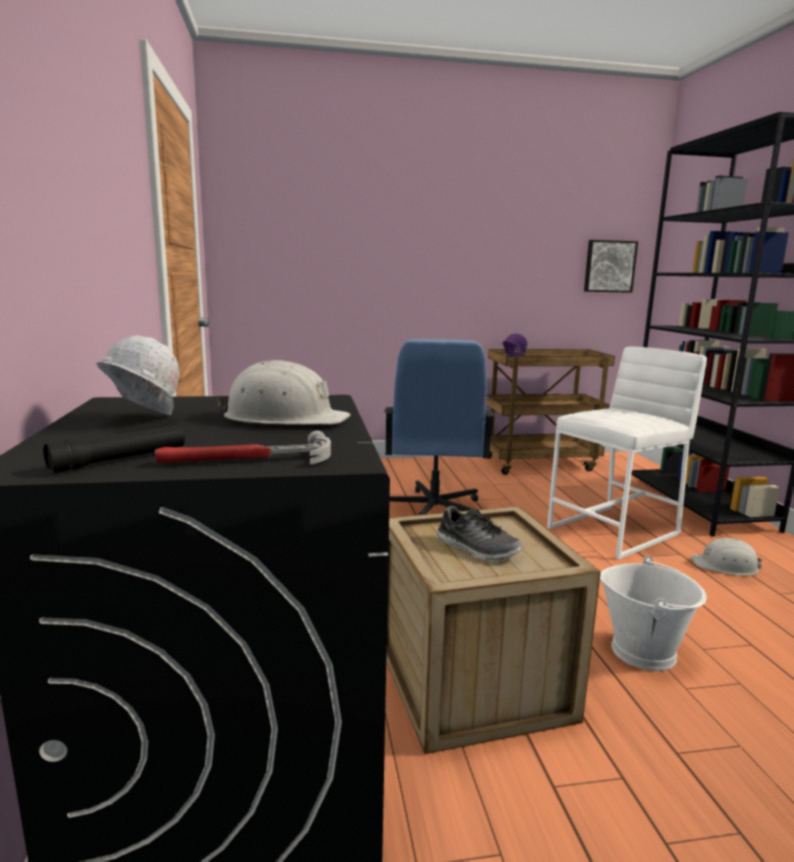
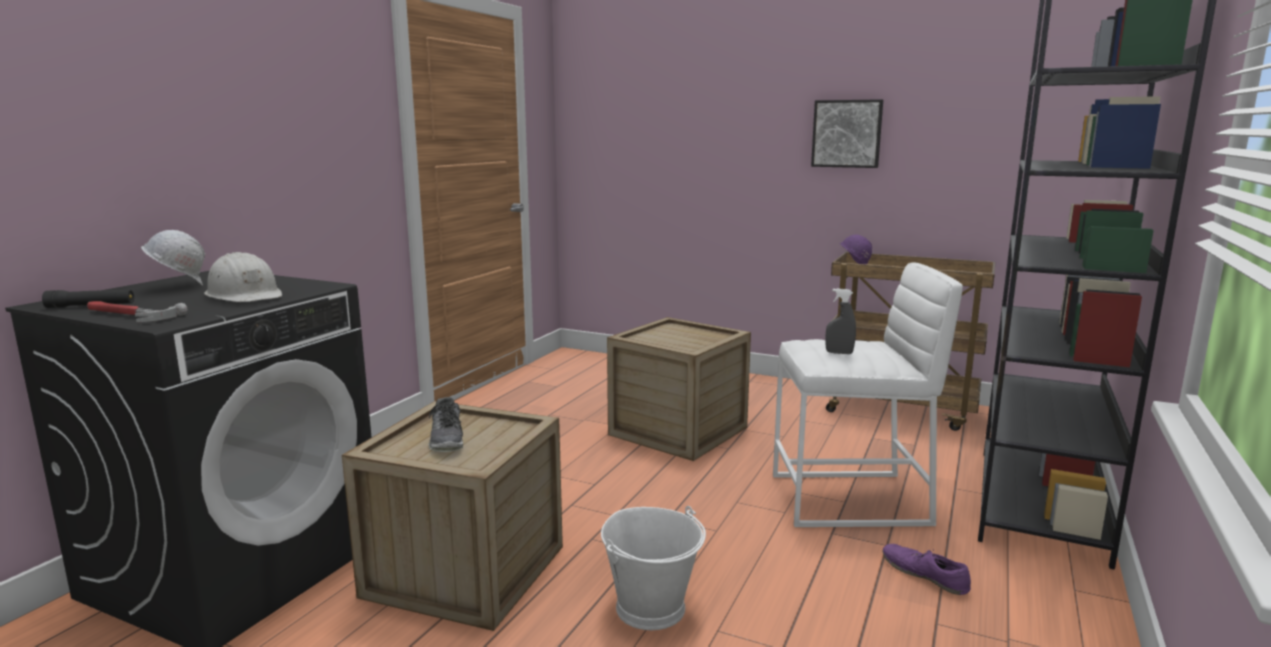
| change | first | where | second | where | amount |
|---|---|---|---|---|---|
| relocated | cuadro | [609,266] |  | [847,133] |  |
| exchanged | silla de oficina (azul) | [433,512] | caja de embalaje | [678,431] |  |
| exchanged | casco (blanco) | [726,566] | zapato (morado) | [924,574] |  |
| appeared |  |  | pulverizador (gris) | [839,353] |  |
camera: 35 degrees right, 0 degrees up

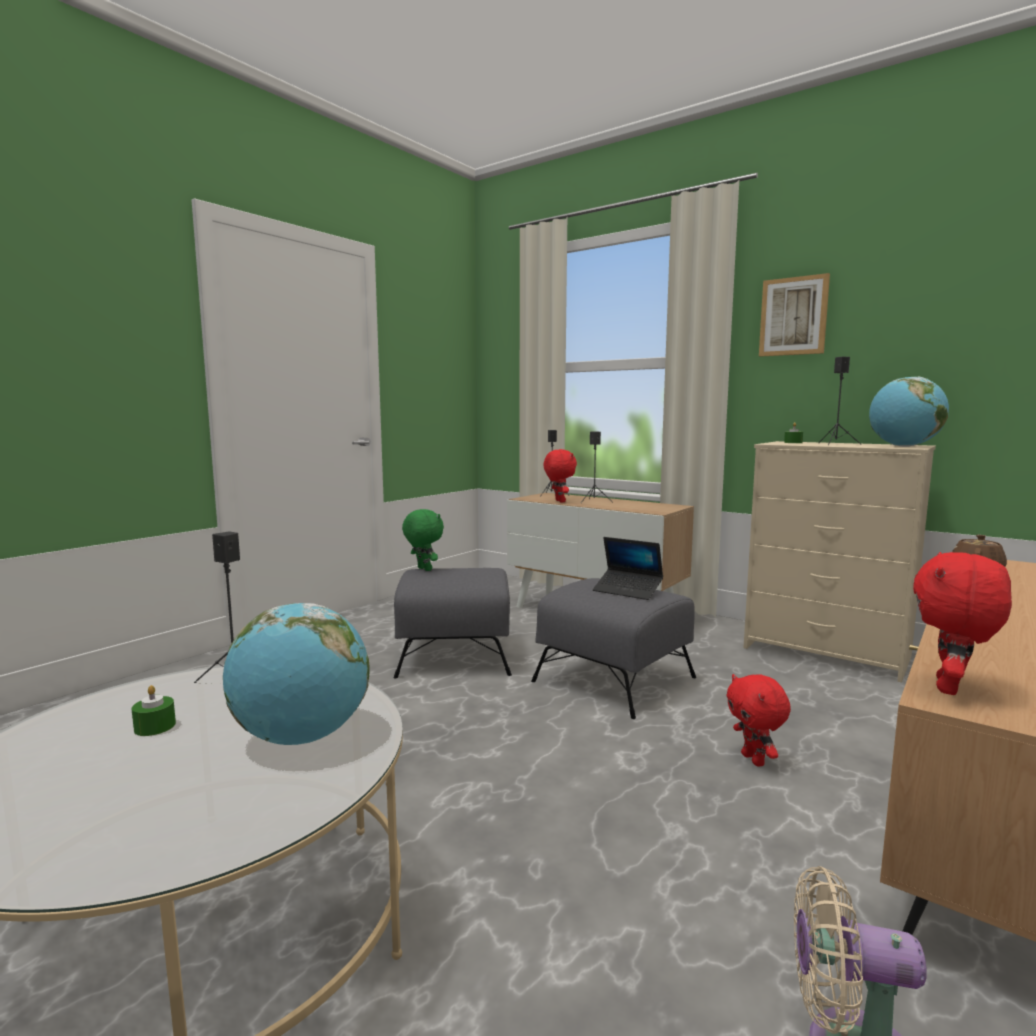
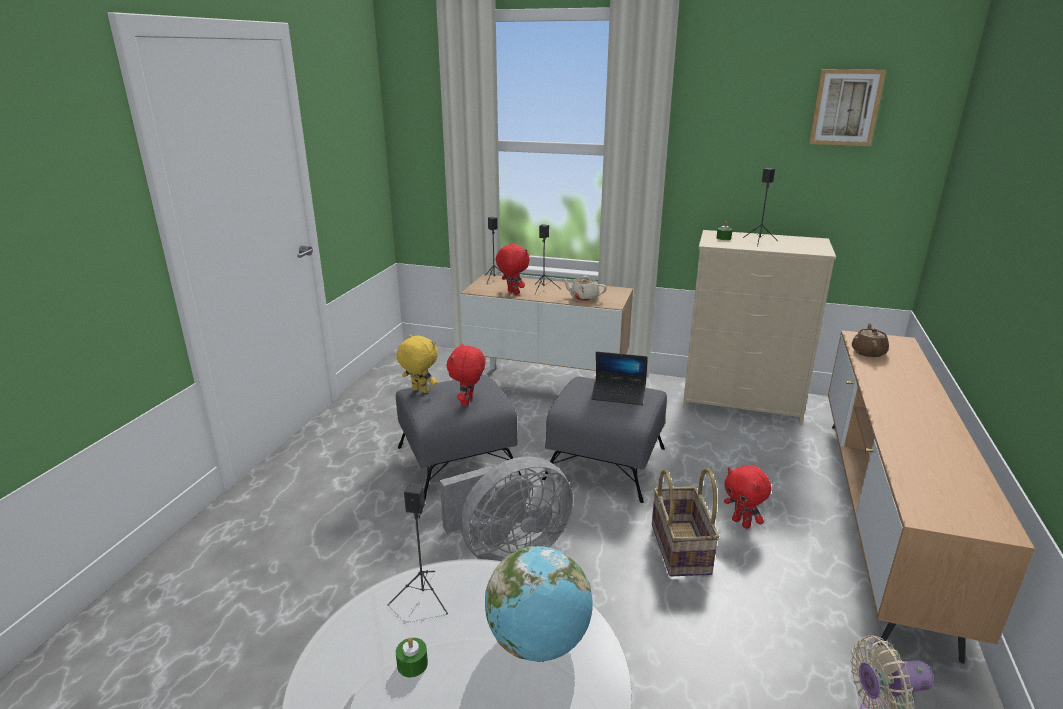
| change | first | where | second | where | amount |
|---|---|---|---|---|---|
| relocated | cuadro | [793,316] |  | [845,107] |  |
| missing | globo terráqueo | [904,446] |  |  |  |
| colour | peluche (verde) | [423,569] | peluche (amarillo) | [419,391] |  |
| relocated | peluche (rojo) | [951,688] |  | [468,402] |  |
| appeared |  |  | tetera (beis) | [583,298] |  |
| appeared |  |  | ventilador (gris) | [507,551] |  |
| appeared |  |  | cesta | [681,549] |  |
camera: 20 degrees left, 15 degrees up

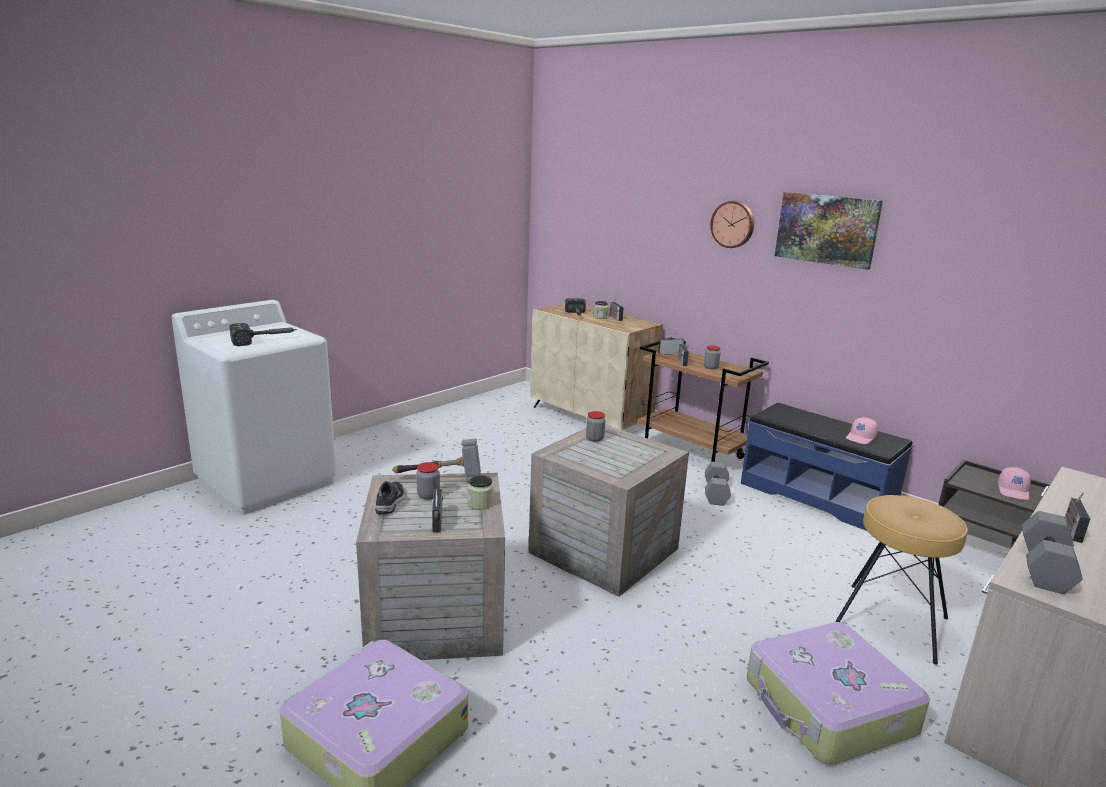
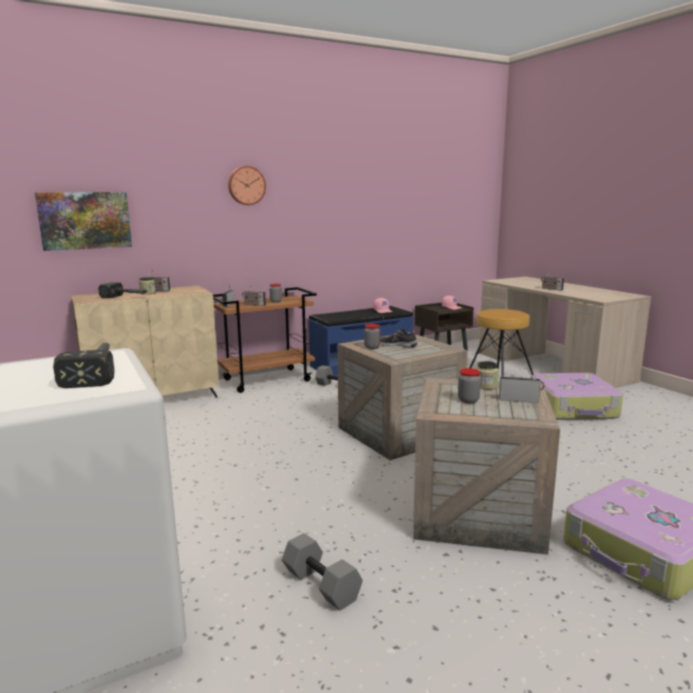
| change | first | where | second | where | amount |
|---|---|---|---|---|---|
| relocated | cuadro | [827,229] |  | [85,220] |  |
| missing | martillo | [441,480] |  |  |  |
| relocated | zapato | [390,502] |  | [397,345] |  |
| relocated | mancuerna (gris) | [1042,567] |  | [319,585] |  |
camera: 70 degrees left, 5 degrees down

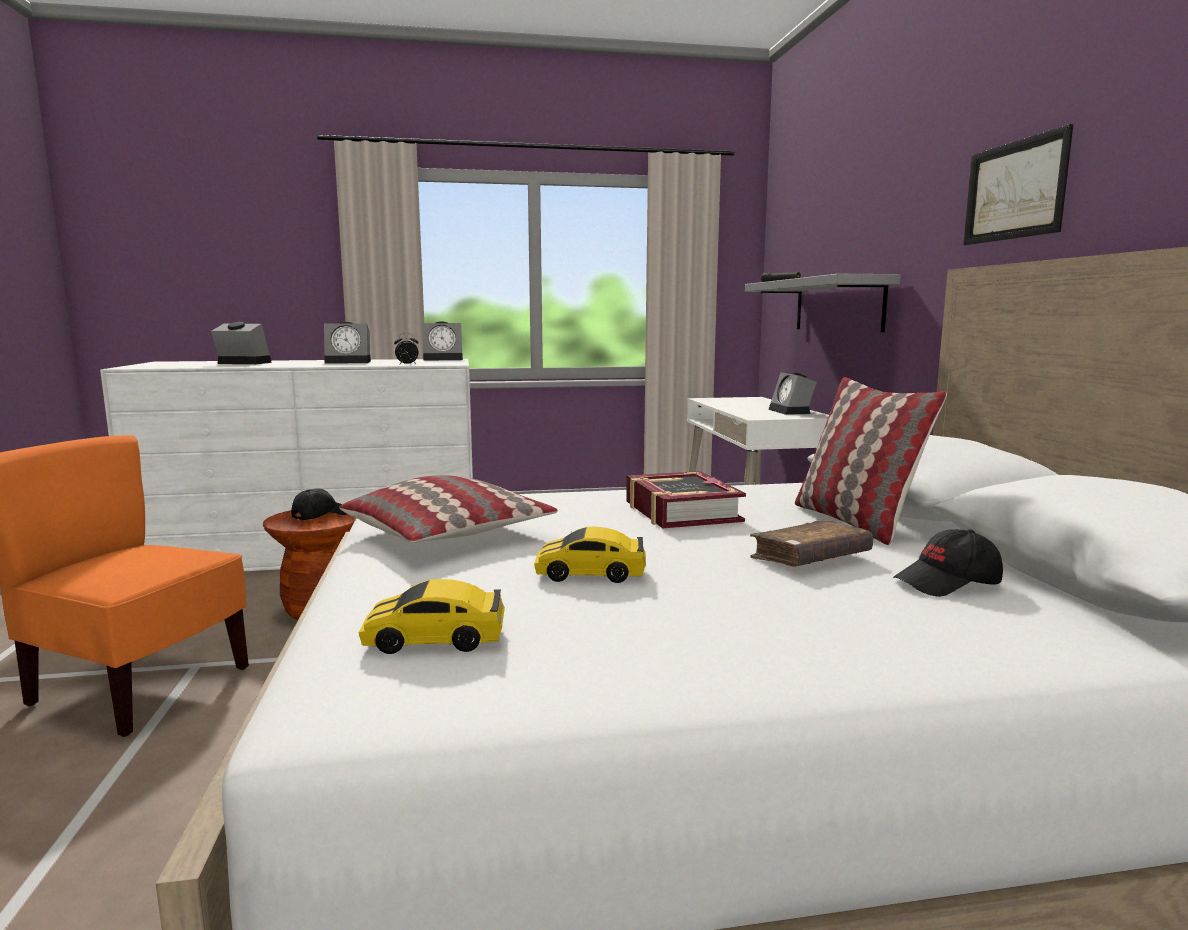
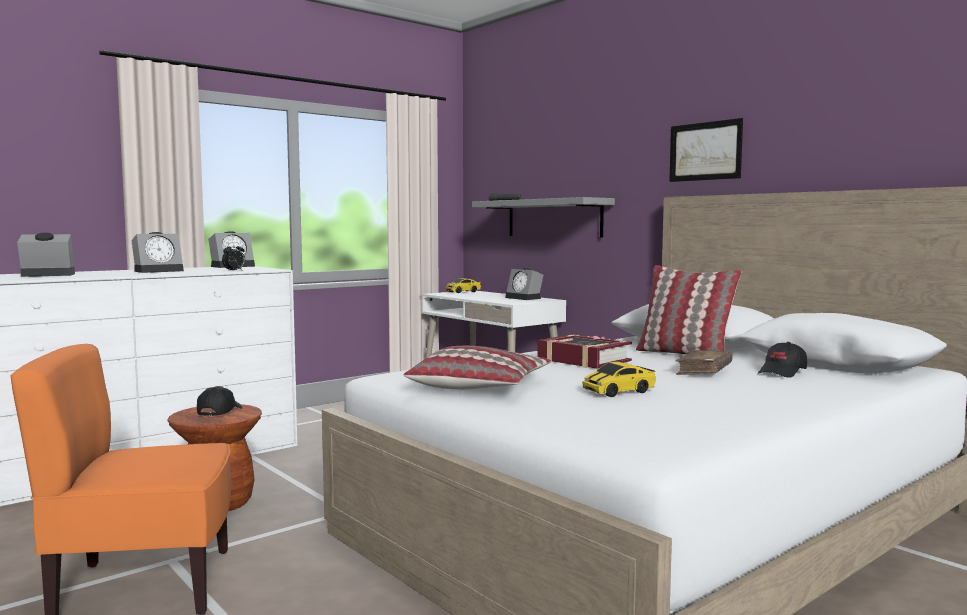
| change | first | where | second | where | amount |
|---|---|---|---|---|---|
| relocated | coche de juguete | [435,640] |  | [463,292] |  |
camera: 30 degrees left, 5 degrees down

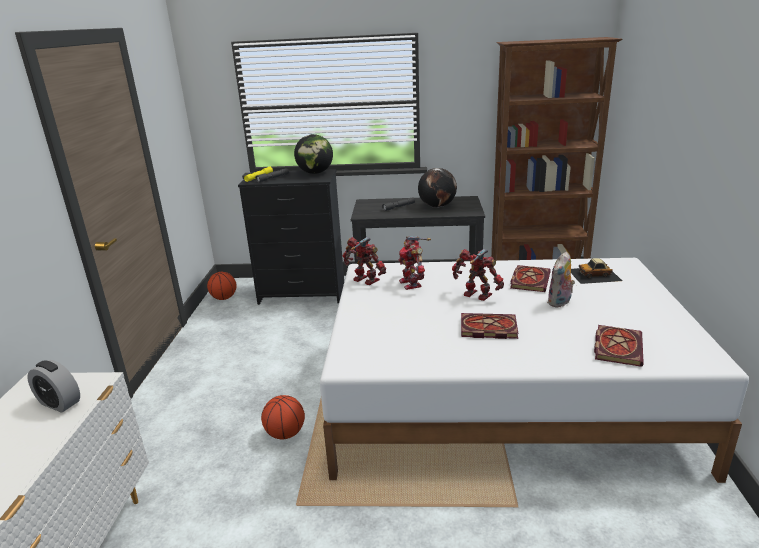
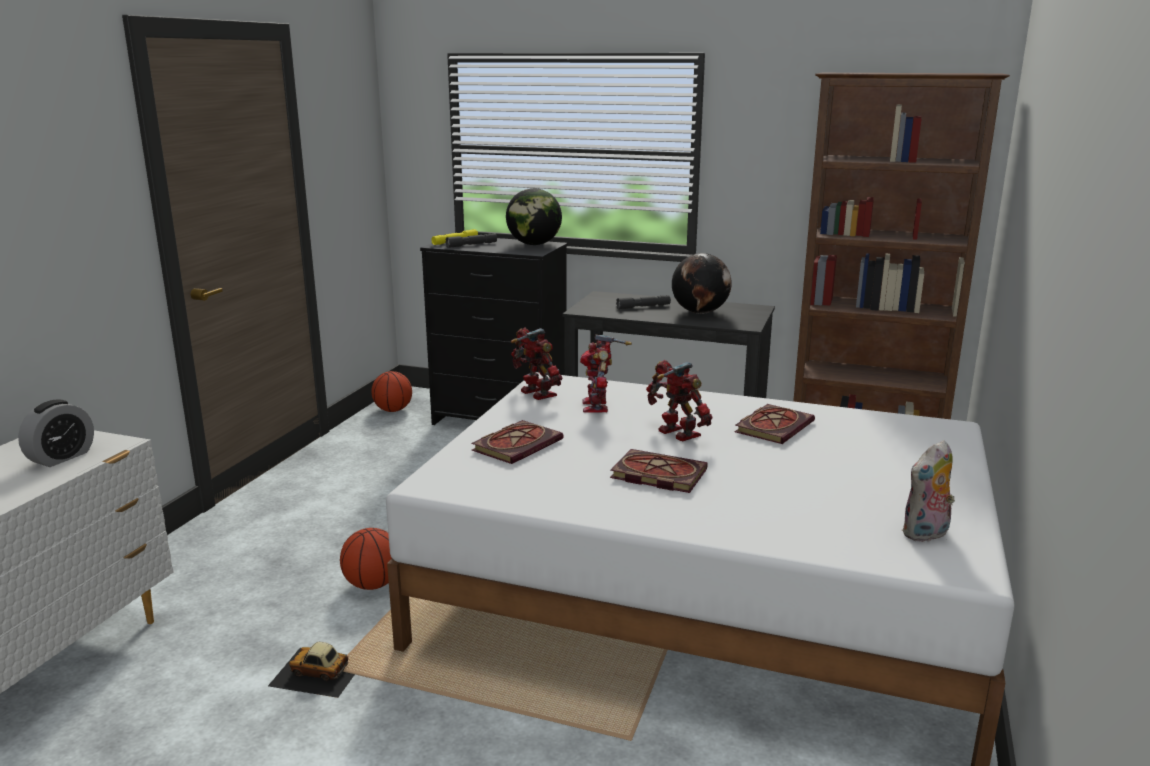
| change | first | where | second | where | amount |
|---|---|---|---|---|---|
| relocated | peluche | [560,303] |  | [926,534] |  |
| relocated | coche de juguete | [594,275] |  | [318,672] |  |
| relocated | libro | [617,346] |  | [517,444] |  |
| spun | despertador | [59,403] |  | [61,457] | 105 degrees counterclockwise |
camera: 15 degrees right, 5 degrees down

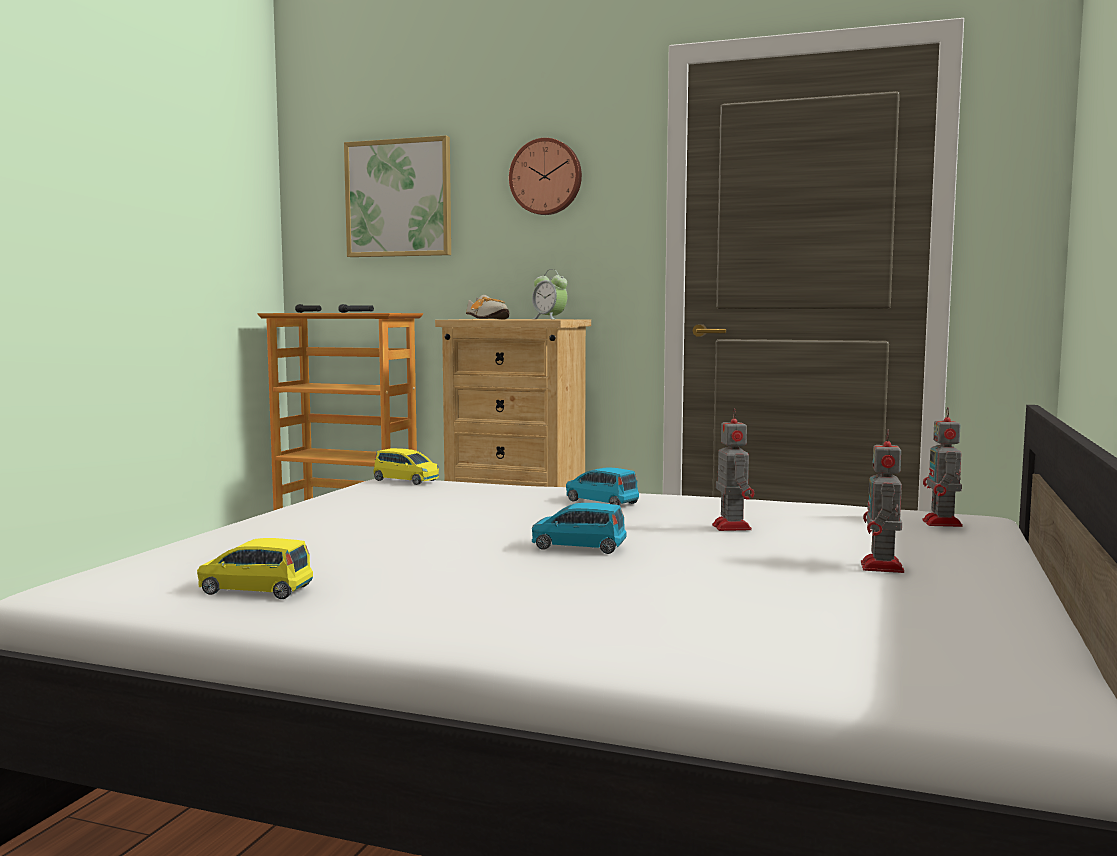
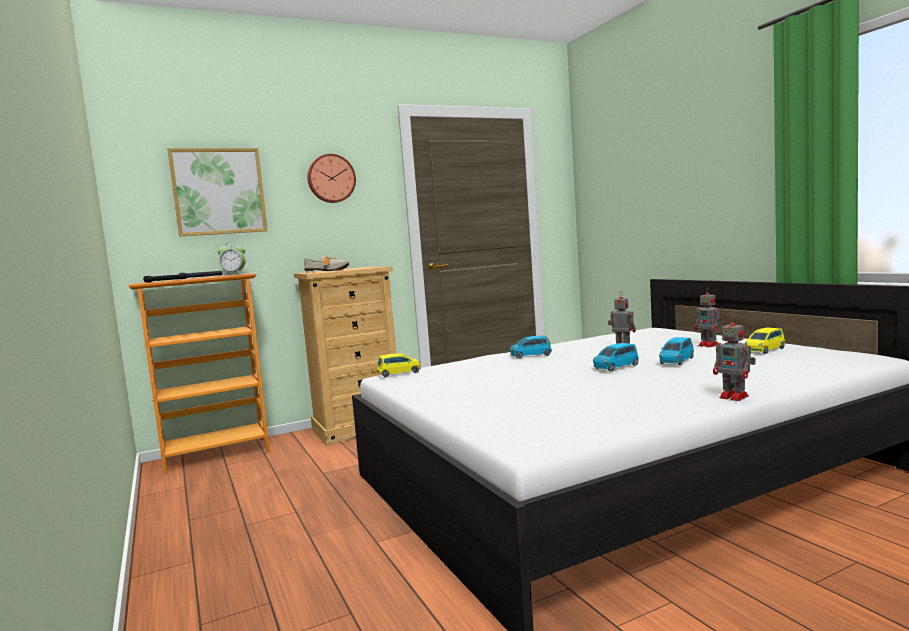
| change | first | where | second | where | amount |
|---|---|---|---|---|---|
| relocated | despertador | [549,319] |  | [234,274] |  |
| relocated | robot de juguete | [942,523] |  | [735,397] |  |
| relocated | coche de juguete (amarillo) | [255,590] |  | [764,350] |  |
| appeared |  |  | coche de juguete (azul) | [676,361] |  |
camera: 45 degrees left, 0 degrees up

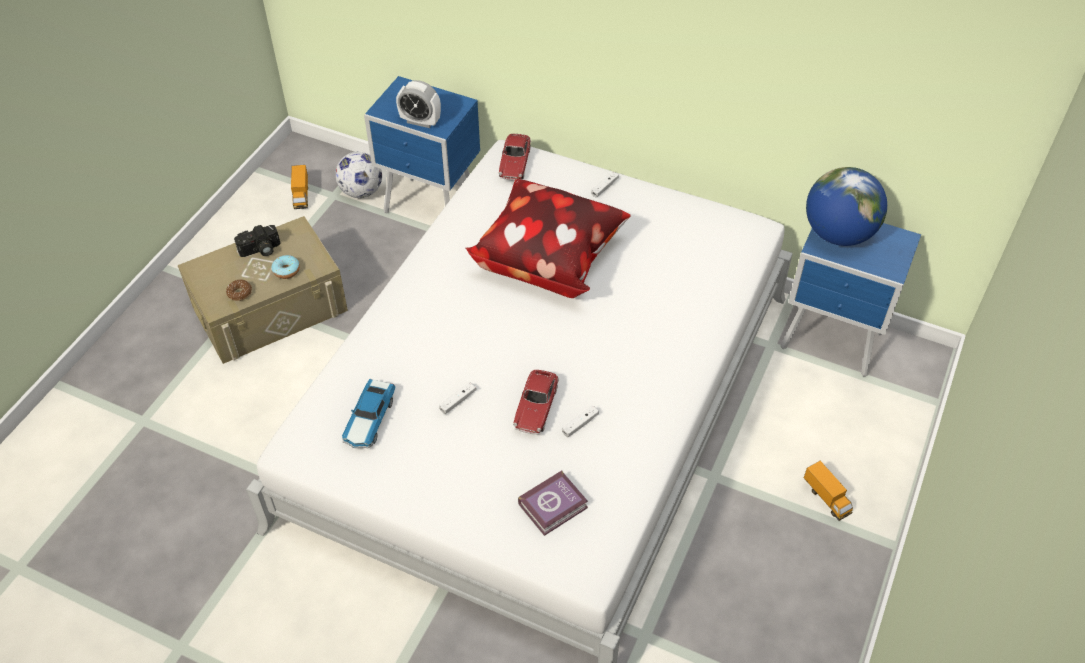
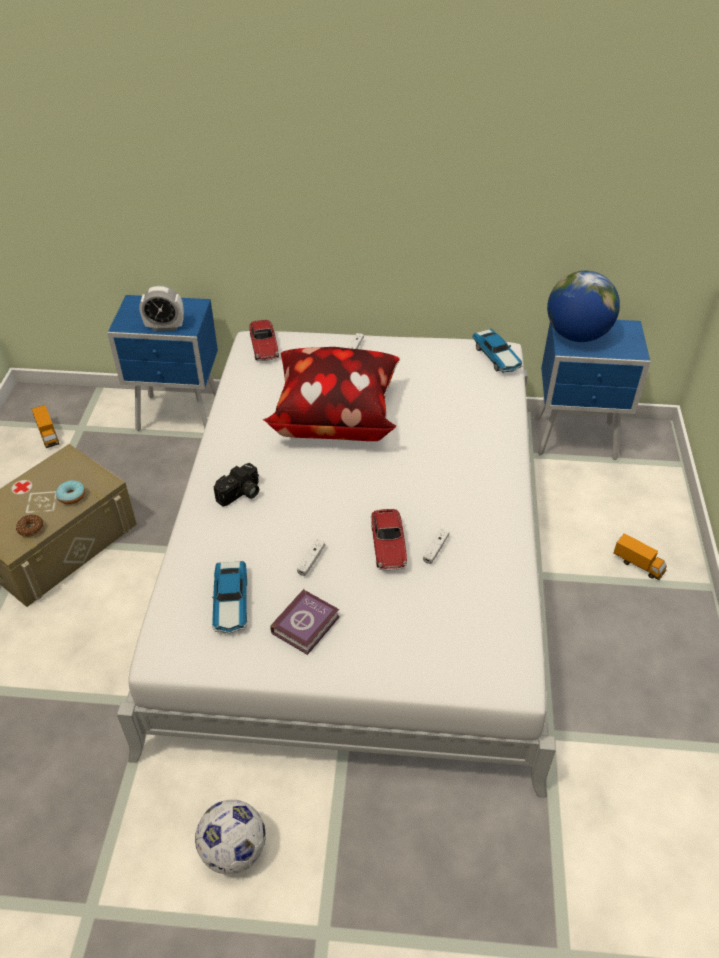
| change | first | where | second | where | amount |
|---|---|---|---|---|---|
| relocated | balón de fútbol | [361,191] |  | [233,850] |  |
| relocated | cámara | [260,250] |  | [241,494] |  |
| relocated | libro | [554,506] |  | [307,624] |  |
| appeared |  |  | coche de juguete | [497,357] |  |
camera: 20 degrees left, 5 degrees down

